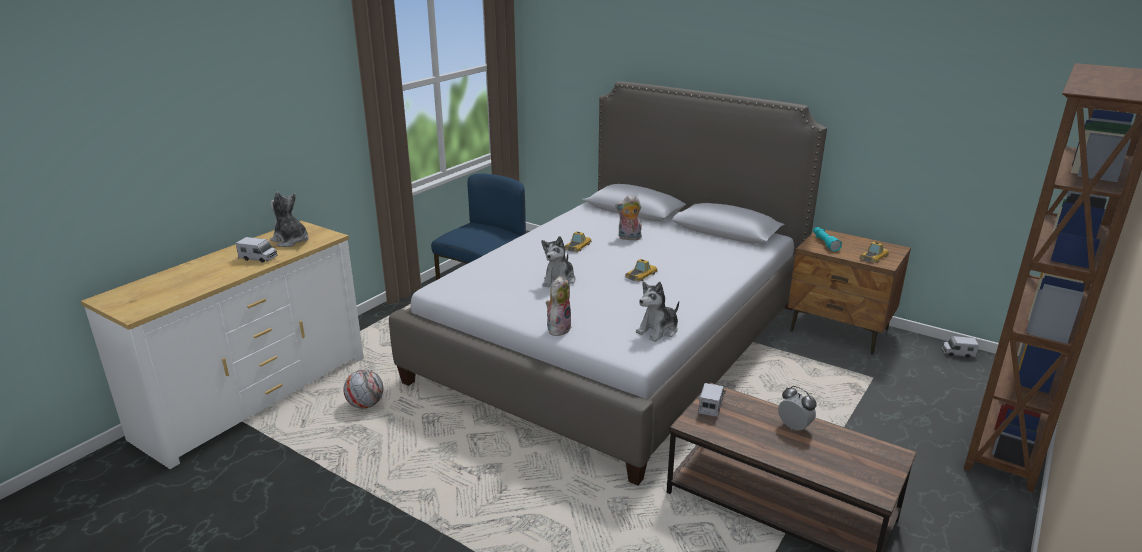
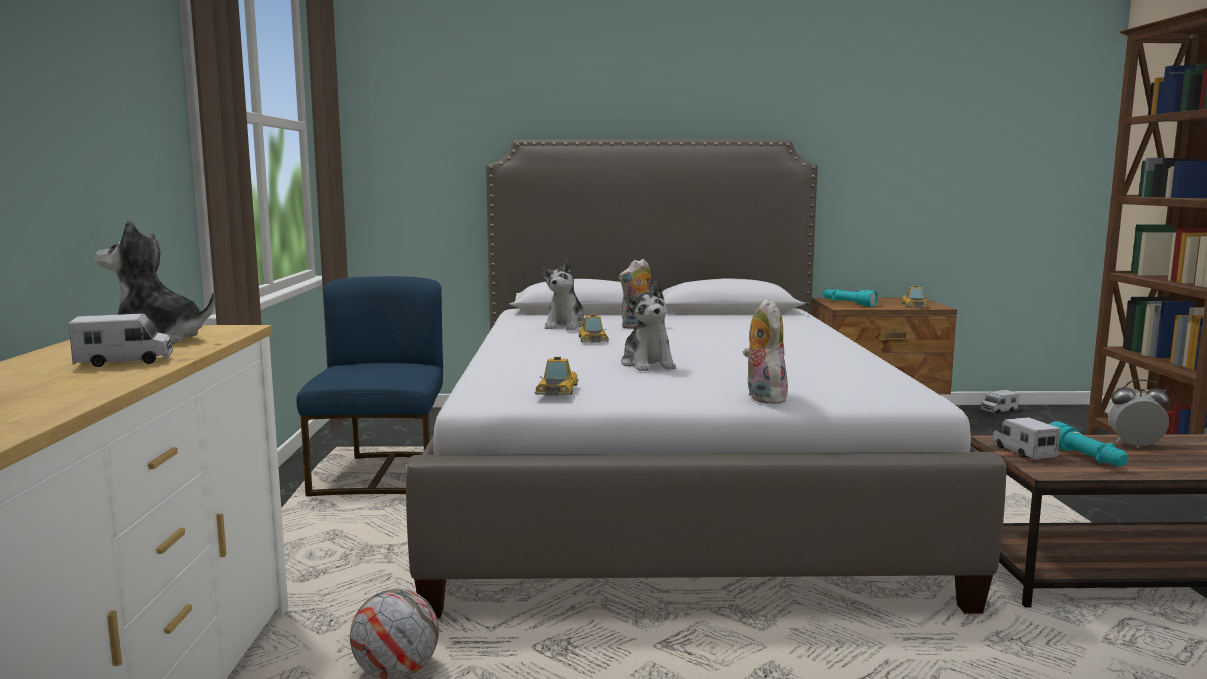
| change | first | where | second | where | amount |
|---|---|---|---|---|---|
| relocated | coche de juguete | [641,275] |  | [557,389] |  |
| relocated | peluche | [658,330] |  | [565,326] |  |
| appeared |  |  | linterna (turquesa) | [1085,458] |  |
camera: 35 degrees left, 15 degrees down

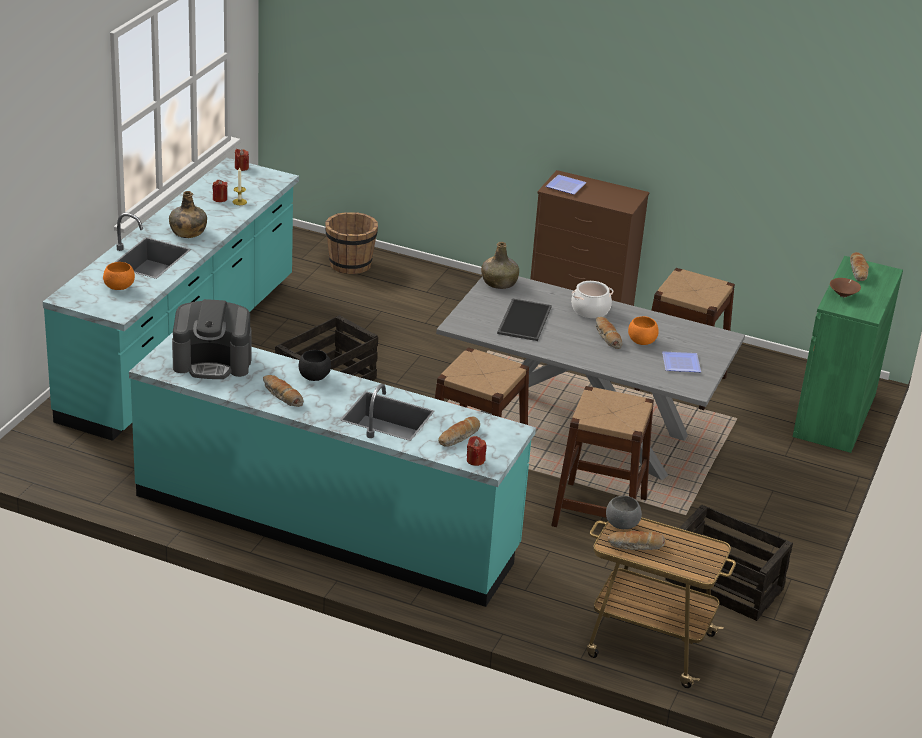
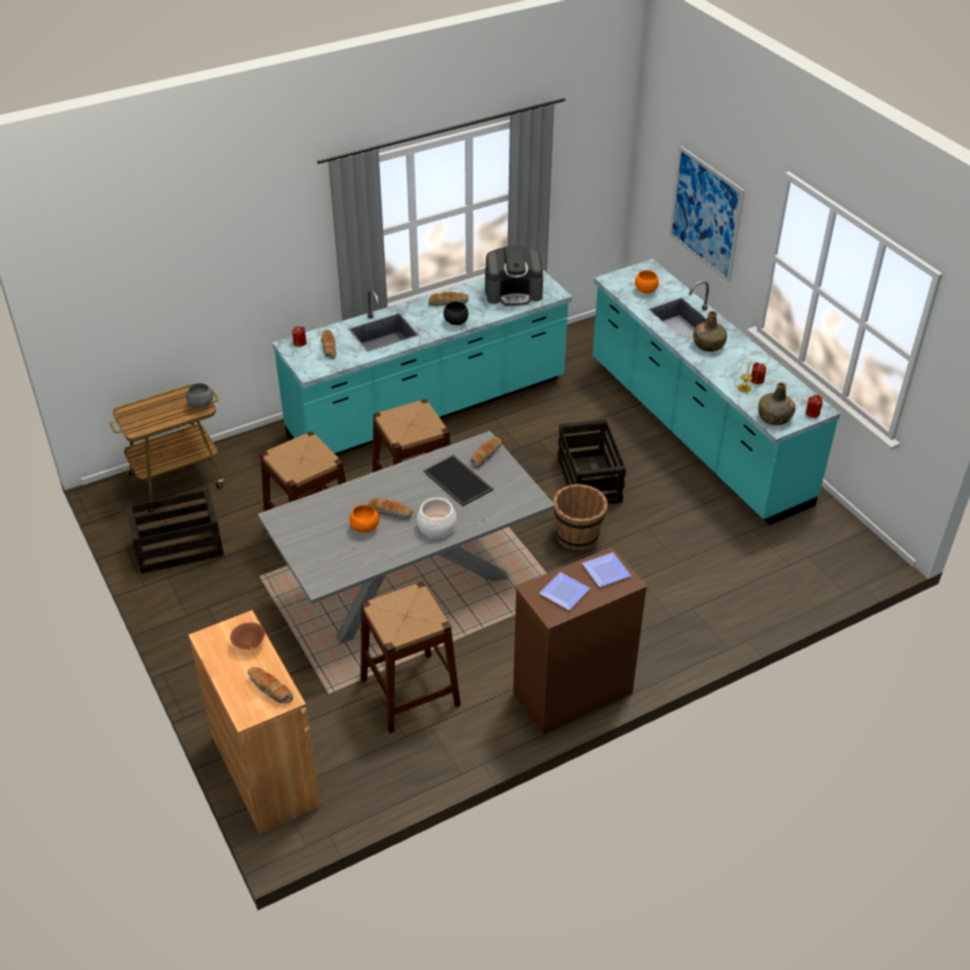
| change | first | where | second | where | amount |
|---|---|---|---|---|---|
| relocated | cubo (marrón) | [350,264] |  | [577,536] |  |
| relocated | botella (verde) | [499,282] |  | [774,418] |  |
| colour | armario (verde) | [834,415] | armario (marrón) | [265,771] |  |
| spun | cafetera | [213,362] |  | [513,292] | 135 degrees counterclockwise |
| relocated | plato | [682,364] |  | [562,593] |  |
| relocated | pan | [635,546] |  | [485,455] |  |
| appeared |  |  | cuadro | [705,214] |  |
camera: 130 degrees right, 10 degrees up

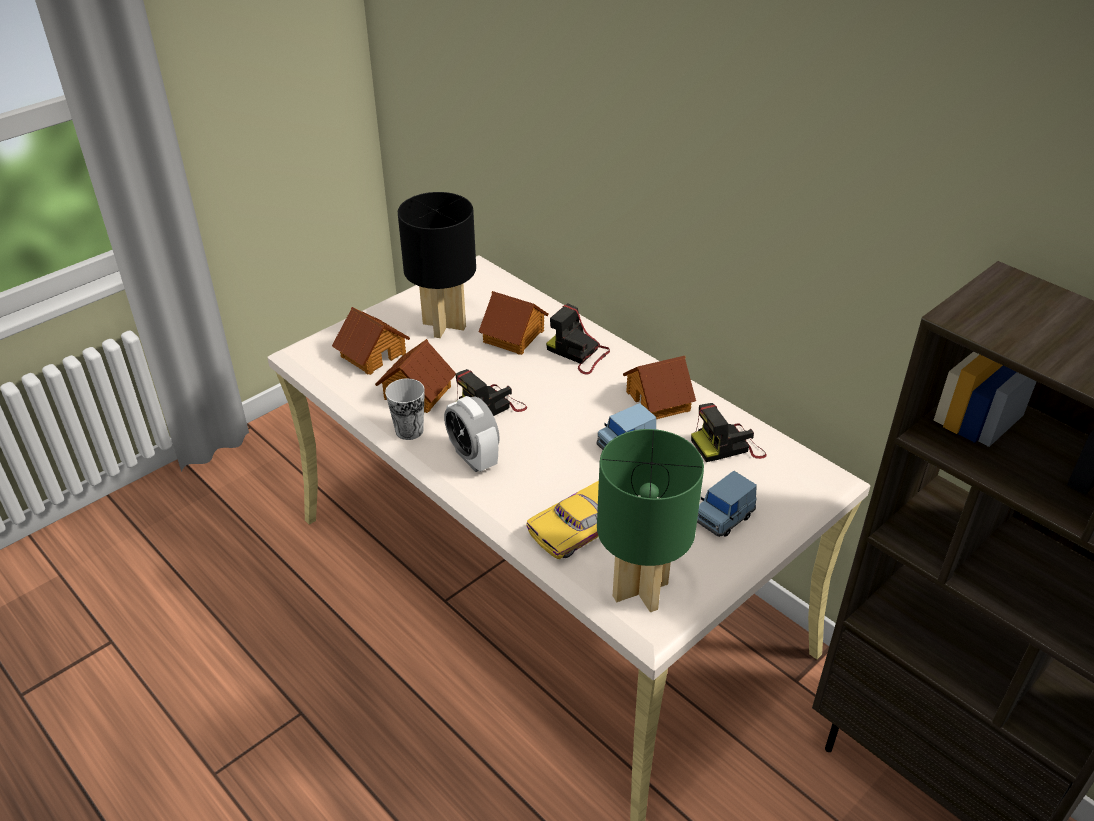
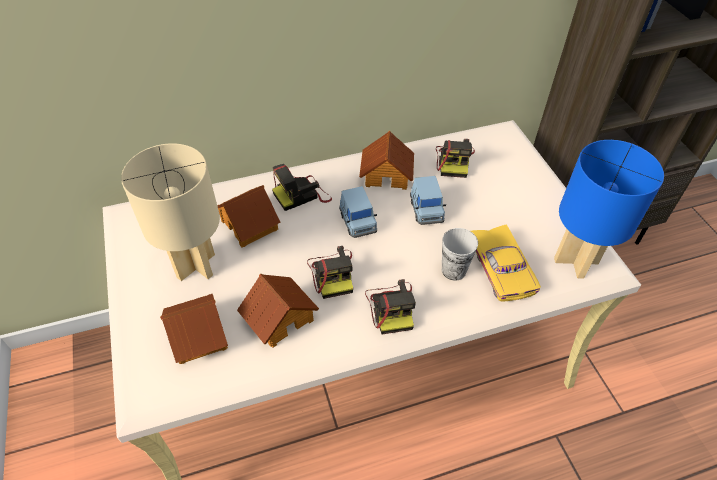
| change | first | where | second | where | amount |
|---|---|---|---|---|---|
| colour | lámpara de mesa (negro) | [445,325] | lámpara de mesa (beis) | [196,265] |  |
| relocated | taza | [409,430] |  | [453,270] |  |
| exchanged | despertador | [473,458] | cámara | [391,307] |  |
| colour | lámpara de mesa (verde) | [641,589] | lámpara de mesa (azul) | [575,260] |  |
| relocated | coche de juguete (azul) | [723,517] |  | [358,222] |  |
camera: 65 degrees left, 10 degrees up

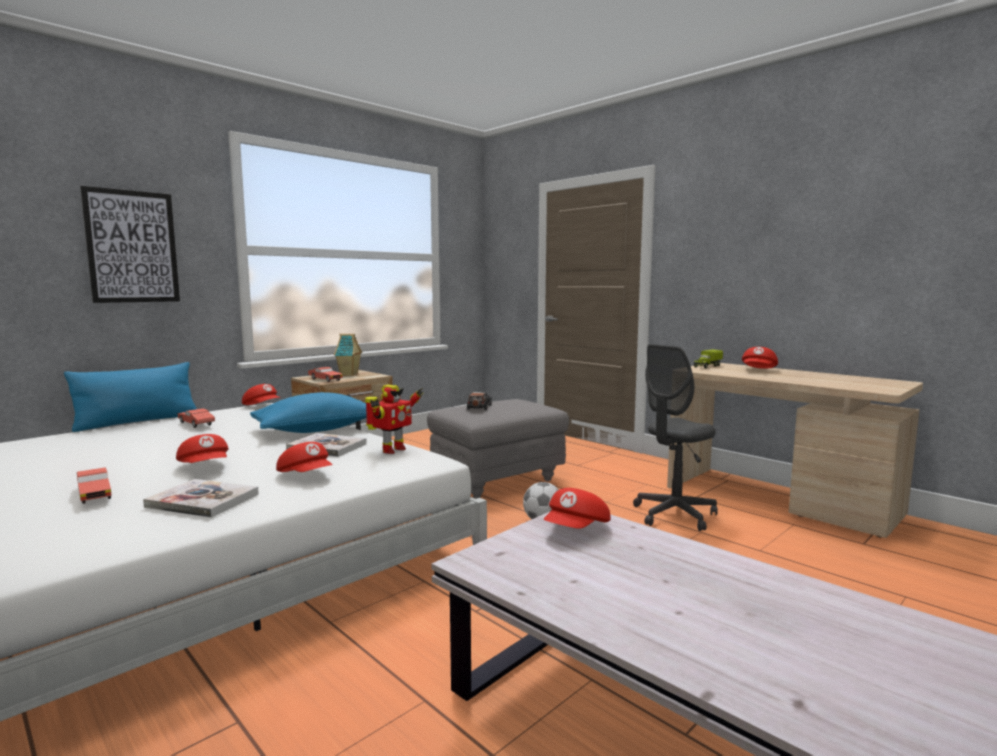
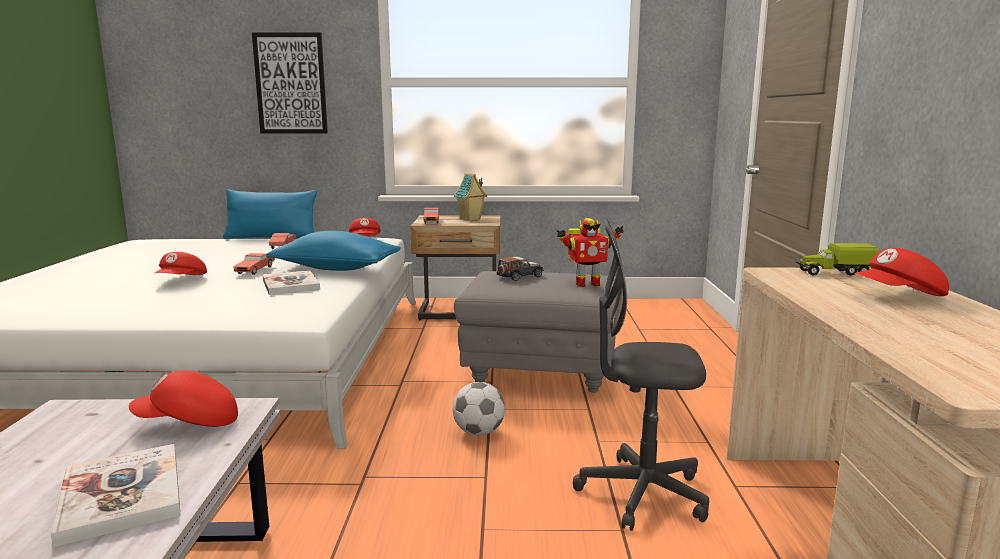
| change | first | where | second | where | amount |
|---|---|---|---|---|---|
| relocated | robot de juguete | [391,450] |  | [586,284] |  |
| missing | gorra (rojo) | [306,476] |  |  |  |
| relocated | coche de juguete (rojo) | [94,493] |  | [255,270] |  |
| relocated | libro | [203,501] |  | [121,495] |  |
camera: 45 degrees right, 5 degrees up

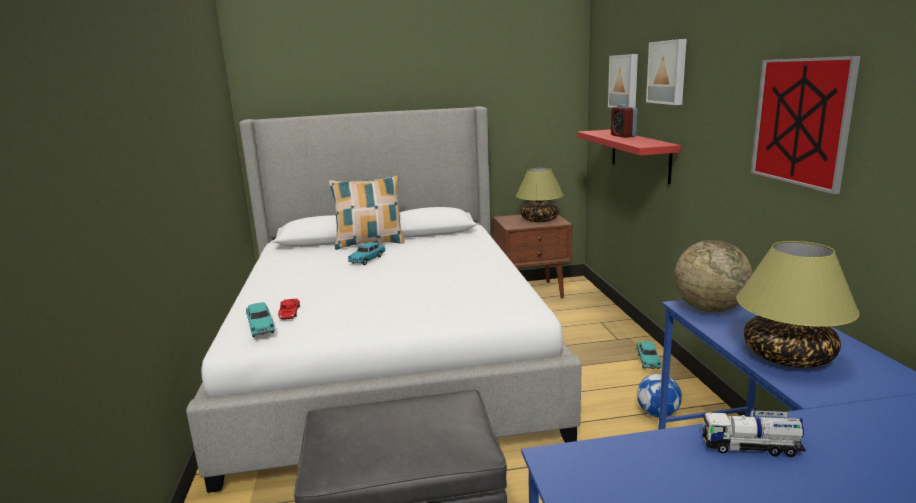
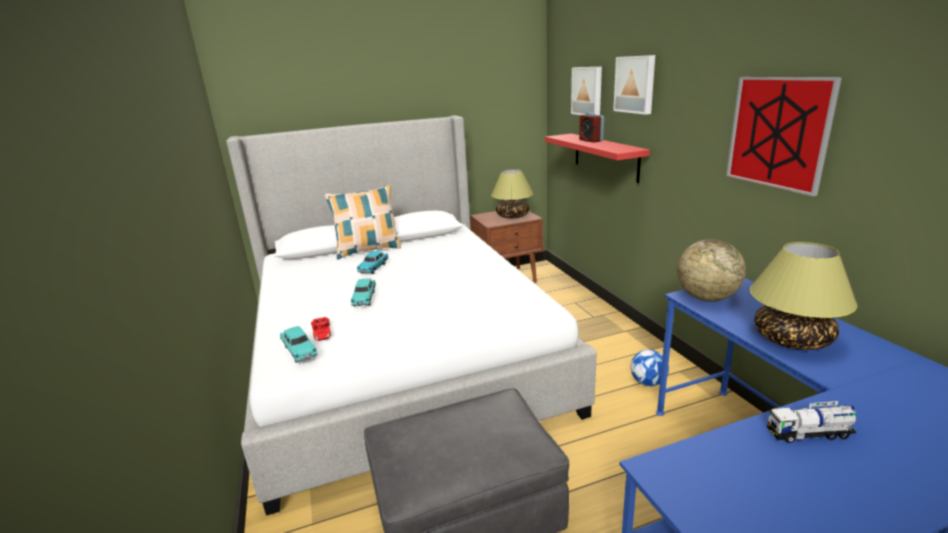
| change | first | where | second | where | amount |
|---|---|---|---|---|---|
| relocated | coche de juguete (turquesa) | [647,361] |  | [364,298] |  |
camera: 10 degrees left, 5 degrees up

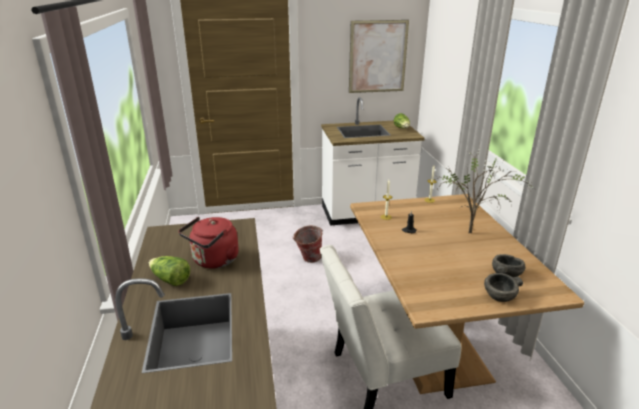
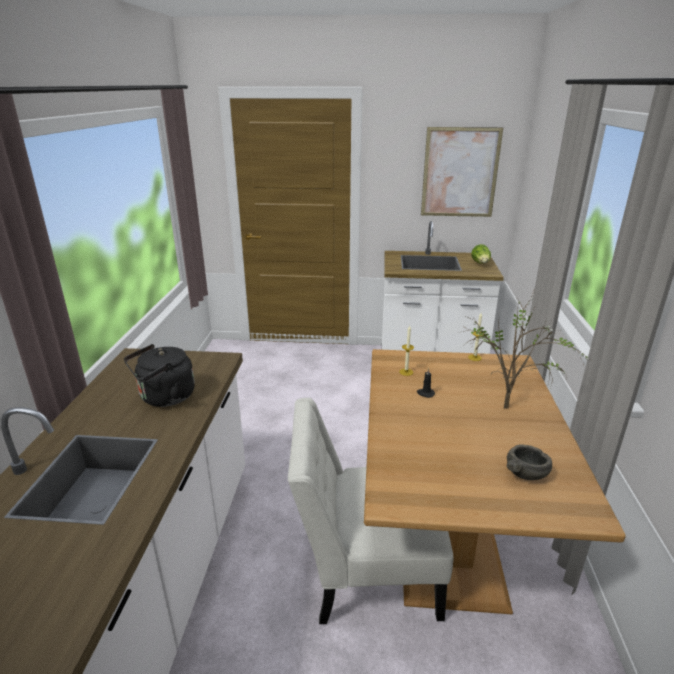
| change | first | where | second | where | amount |
|---|---|---|---|---|---|
| colour | hervidor (rojo) | [214,261] | hervidor (negro) | [164,398] |  |
| missing | cubo | [308,259] |  |  |  |
| missing | lechuga | [170,280] |  |  |  |
| missing | cuenco (gris) | [499,297] |  |  |  |
camera: 15 degrees right, 0 degrees up

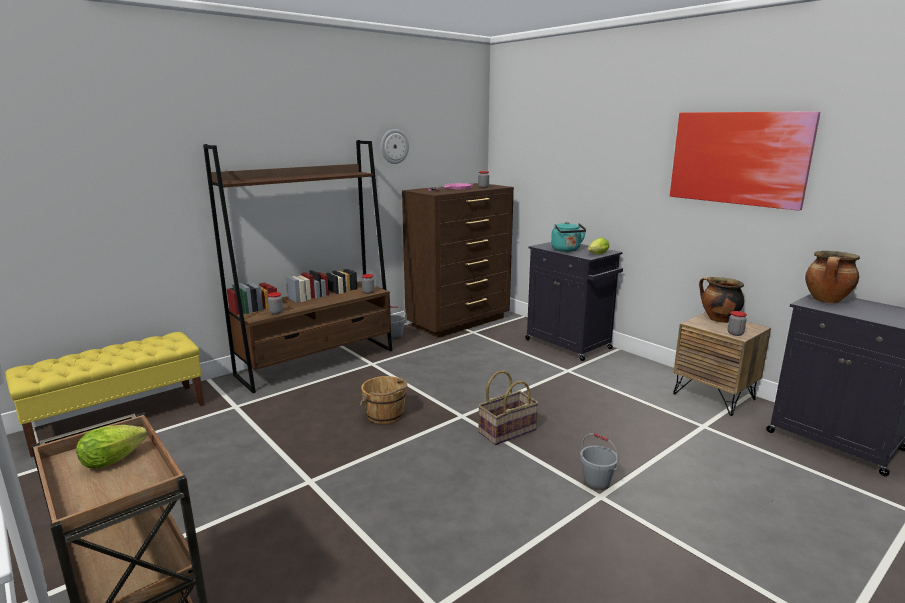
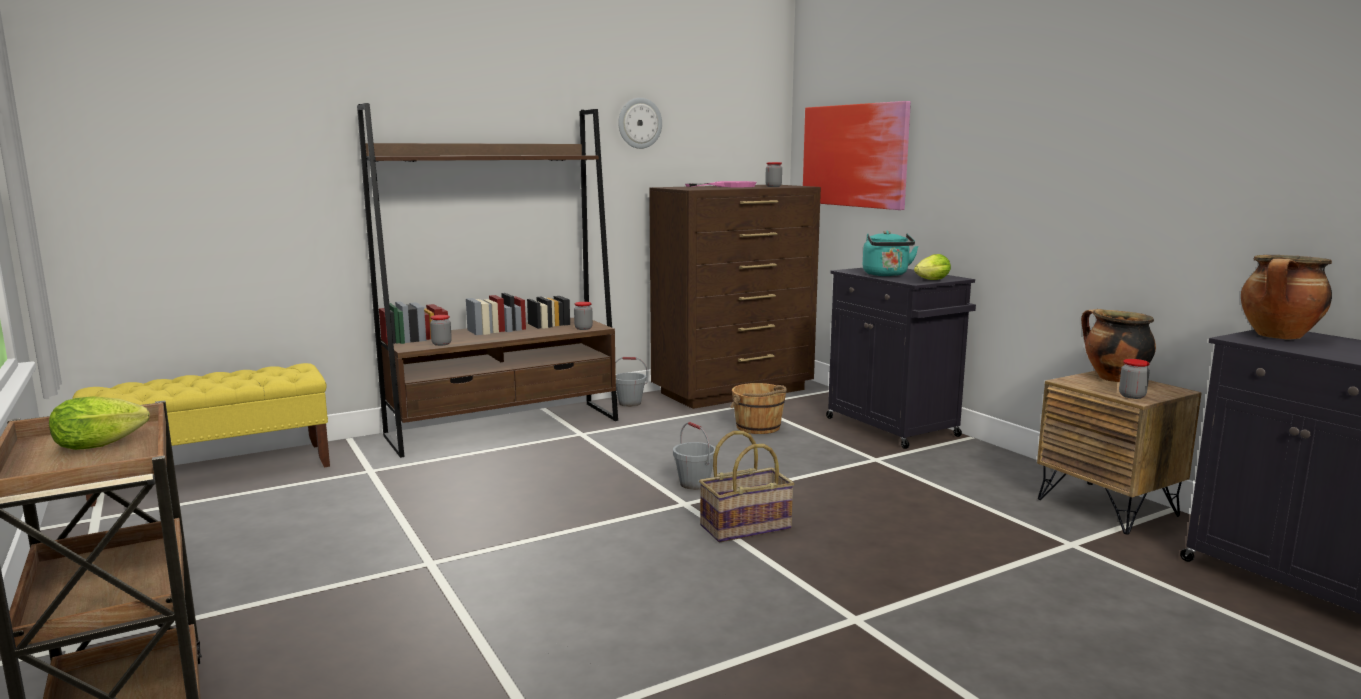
| change | first | where | second | where | amount |
|---|---|---|---|---|---|
| relocated | cuadro | [738,158] |  | [854,155] |  |
| relocated | cubo (marrón) | [385,415] |  | [758,427] |  |
| relocated | cubo (gris) | [597,482] |  | [695,484] |  |
camera: 10 degrees right, 5 degrees down

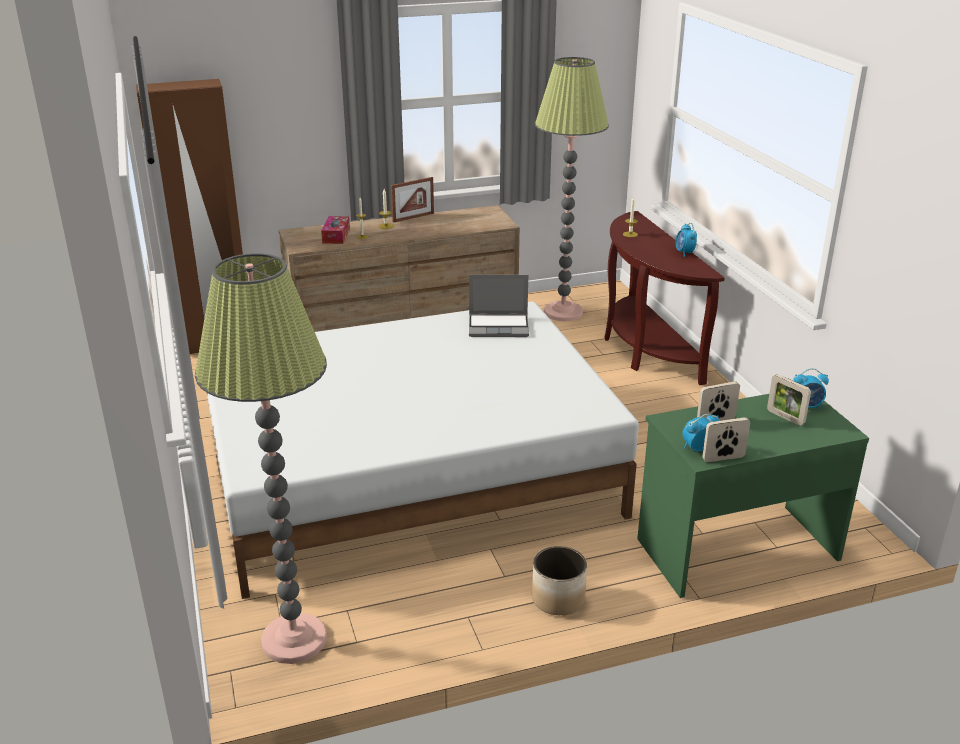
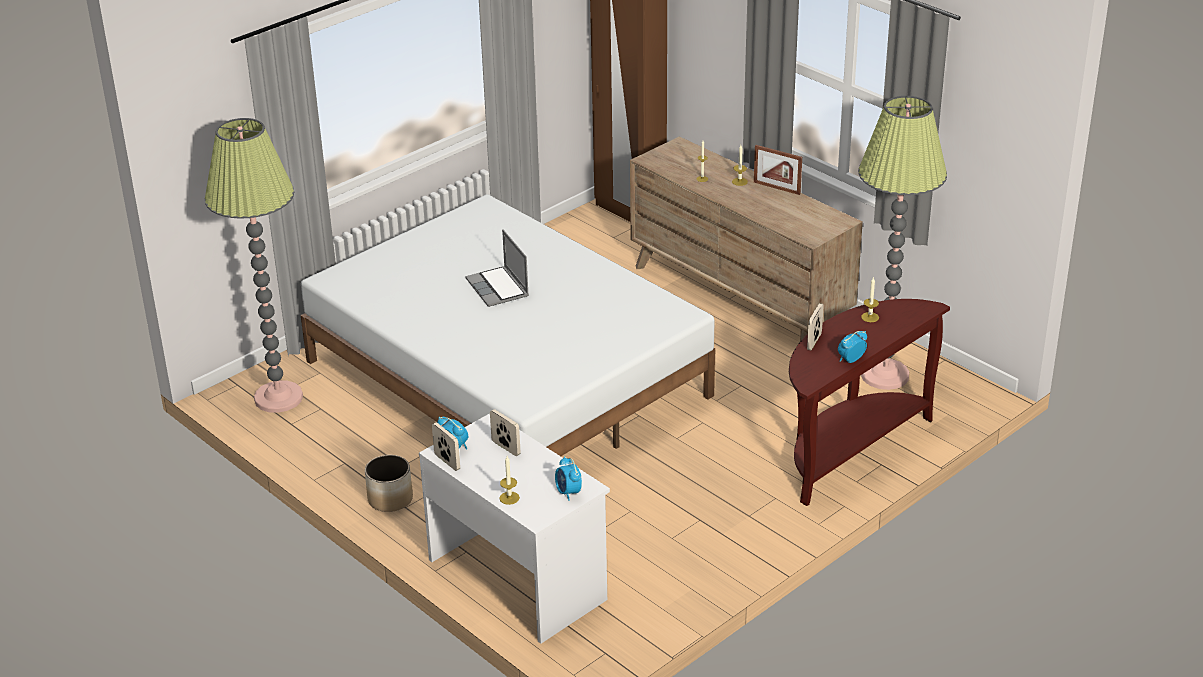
| change | first | where | second | where | amount |
|---|---|---|---|---|---|
| missing | caja de pañuelos | [336,236] |  |  |  |
| relocated | portátil | [499,326] |  | [498,288] |  |
| relocated | portarretratos | [785,417] |  | [814,341] |  |
| colour | escritorio (verde) | [736,548] | escritorio (blanco) | [518,578] |  |
| appeared |  |  | vela | [509,498] |  |
camera: 65 degrees right, 5 degrees up

